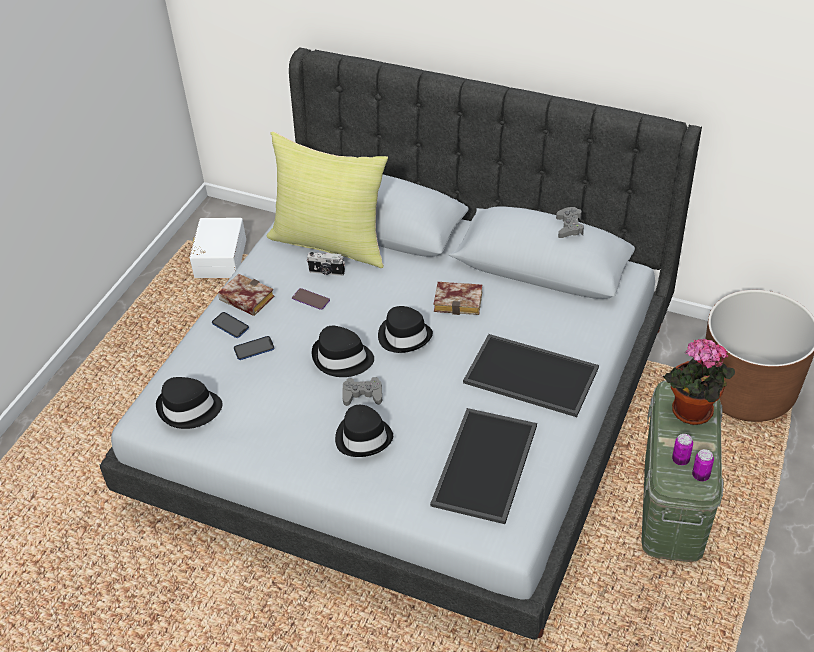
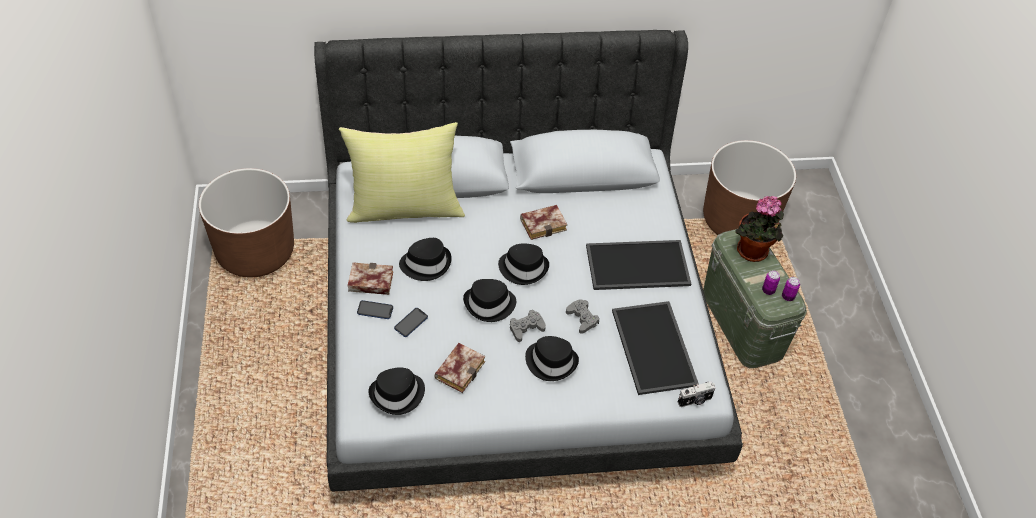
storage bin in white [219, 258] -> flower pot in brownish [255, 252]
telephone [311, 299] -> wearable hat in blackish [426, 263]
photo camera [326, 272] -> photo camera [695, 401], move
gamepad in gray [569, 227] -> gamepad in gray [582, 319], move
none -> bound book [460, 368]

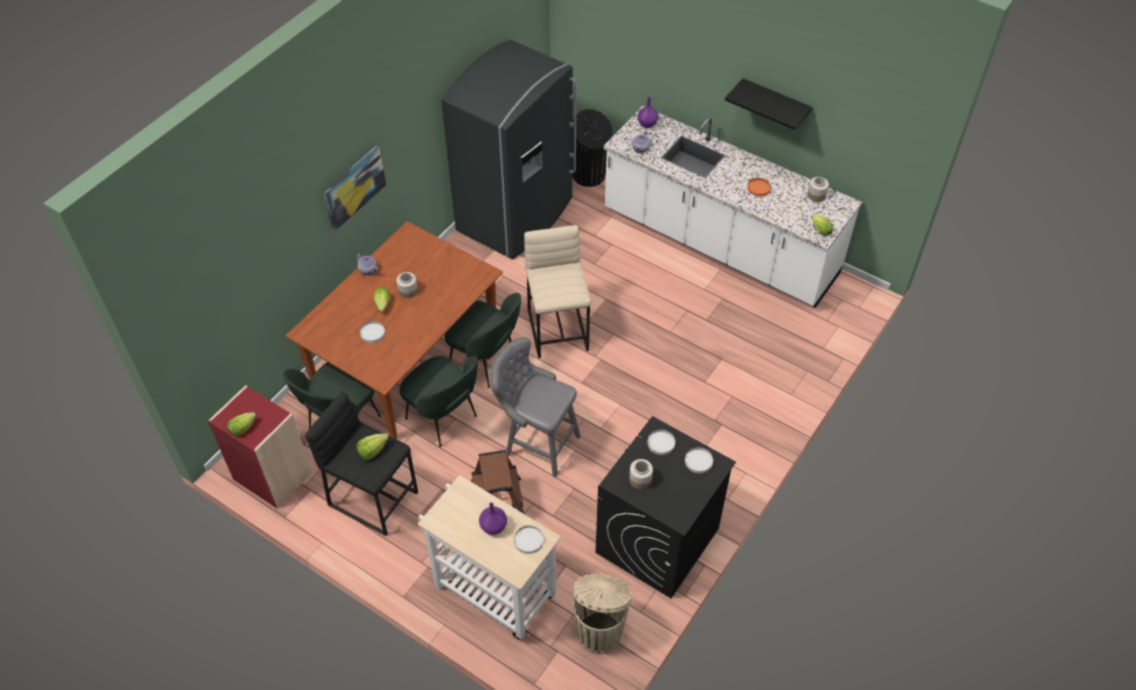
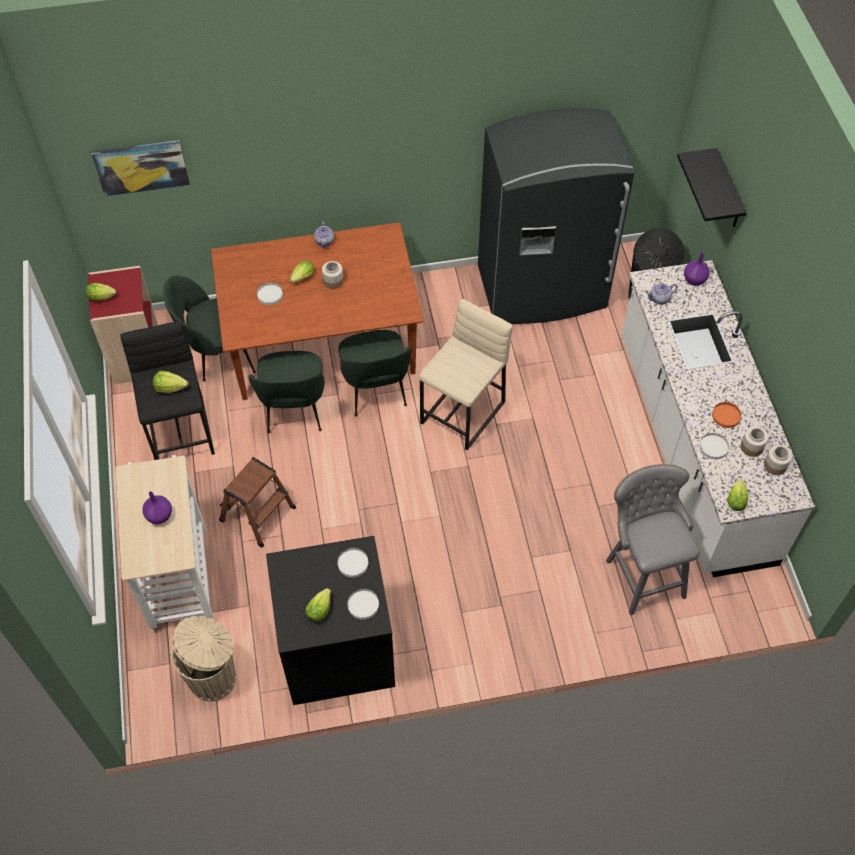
wall picture [354, 187] -> wall picture [141, 167], move
sitting stool in gray [535, 441] -> sitting stool in gray [641, 569], move
dinner plate in white [528, 540] -> dinner plate in white [713, 447], move
preserve jar [640, 479] -> preserve jar [751, 447], move
wall shelf in blackish [775, 103] -> wall shelf in blackish [728, 191], move
none -> lettuce head [320, 608]

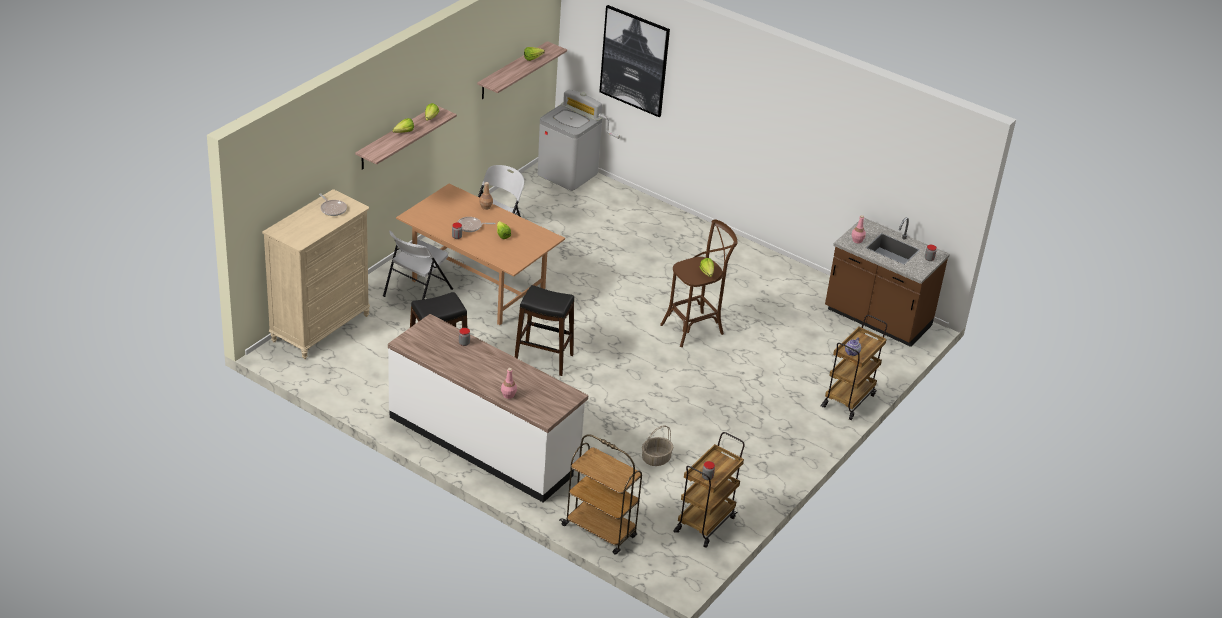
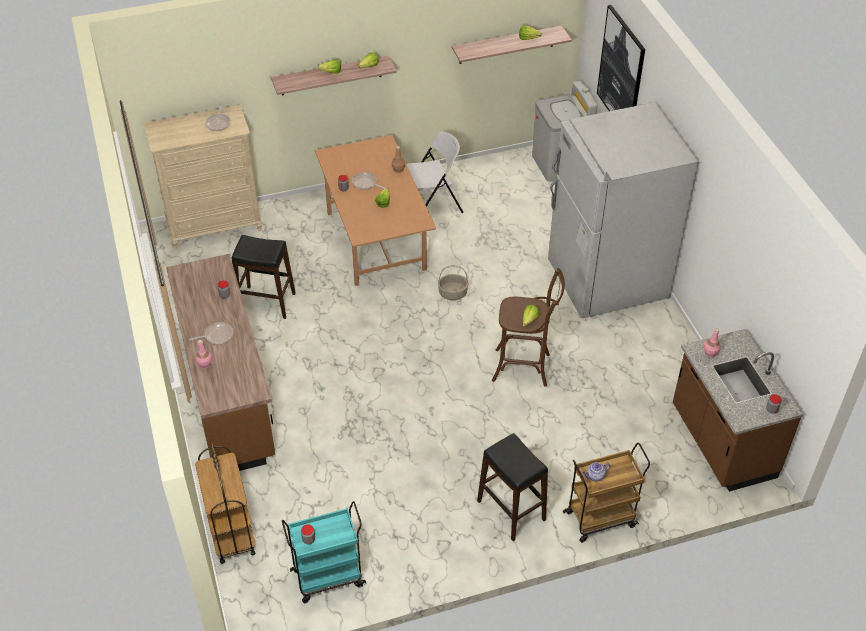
plain chair in white [417, 292] -> none
kitchen counter in white [484, 443] -> kitchen counter in brownish [228, 393]
sitting stool in blackish [543, 359] -> sitting stool in blackish [511, 510], move
basket [656, 458] -> basket [453, 293], move
wheeled cart in brownish [705, 525] -> wheeled cart in blue-green [327, 578]
none -> skillet [217, 336]
none -> refrigerator in white [607, 279]

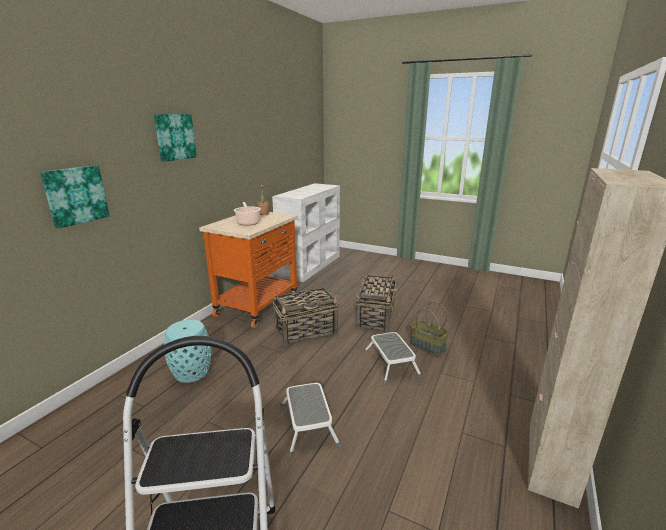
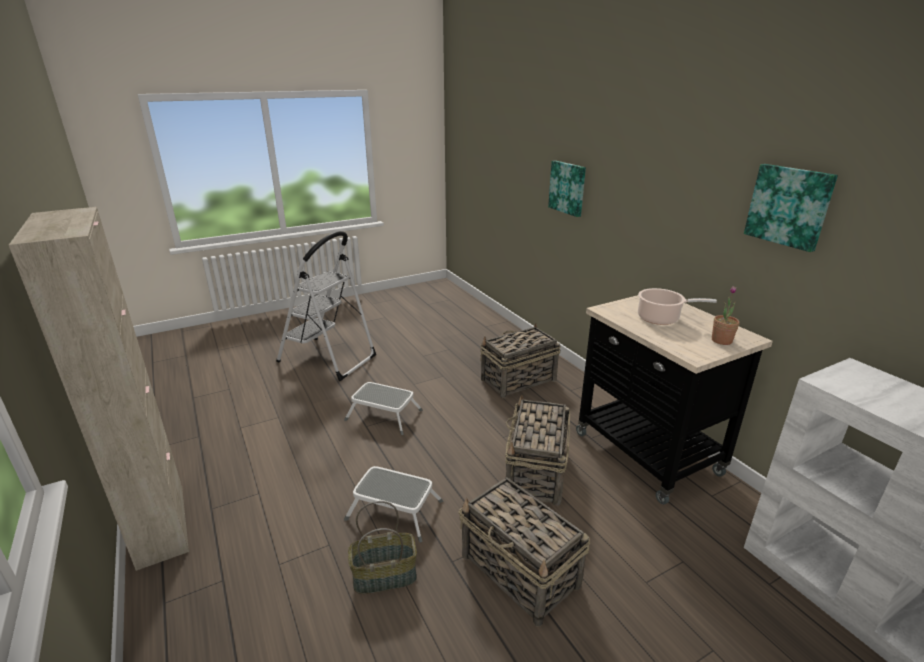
wall picture [174, 137] -> wall picture [789, 206], move
sitting stool in blue-green [192, 372] -> basket [517, 380]
wheeled cart in orange-coloured [257, 306] -> wheeled cart in blackish [648, 455]

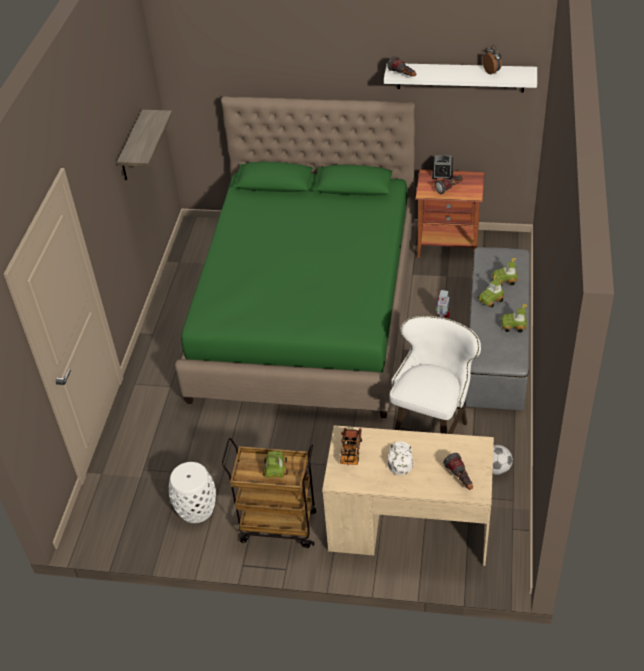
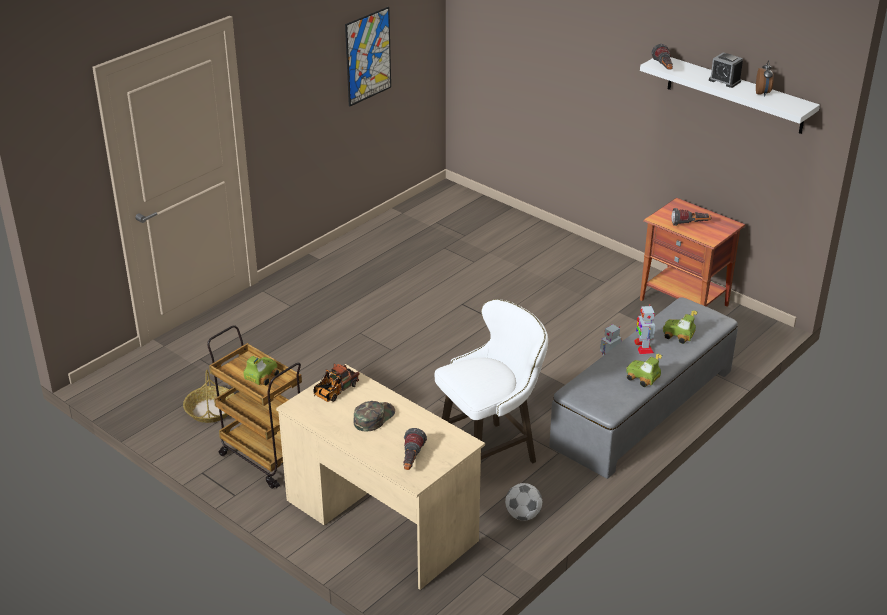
wall shelf [132, 147] -> wall picture [368, 56]
sitting stool in white [196, 509] -> basket [210, 410]
bed in green-coloured [308, 310] -> none
baseball cap in white [400, 459] -> baseball cap in green-coloured [373, 417]
bedside clock [442, 175] -> bedside clock [724, 81], move
toy car [490, 300] -> robot figure [643, 346]

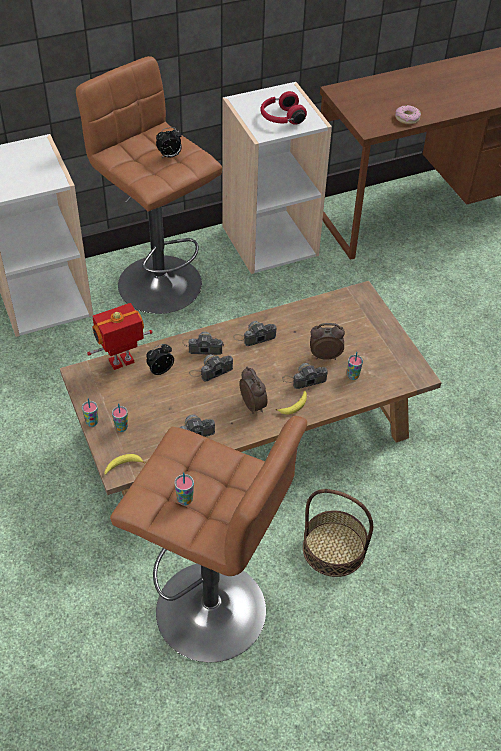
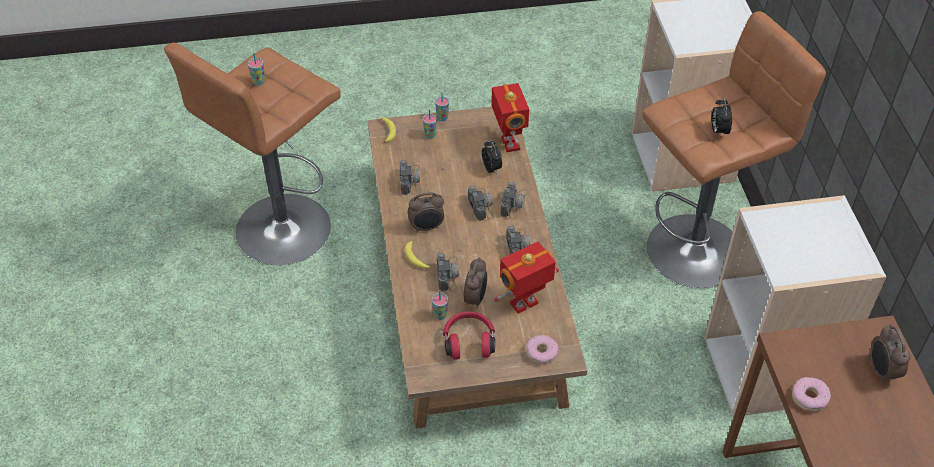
pair of headphones in red [281, 118] -> pair of headphones in red [469, 341], move
basket [334, 548] -> none
none -> robot figure [524, 304]
none -> ring doughnut [541, 352]
none -> bedside clock [881, 371]

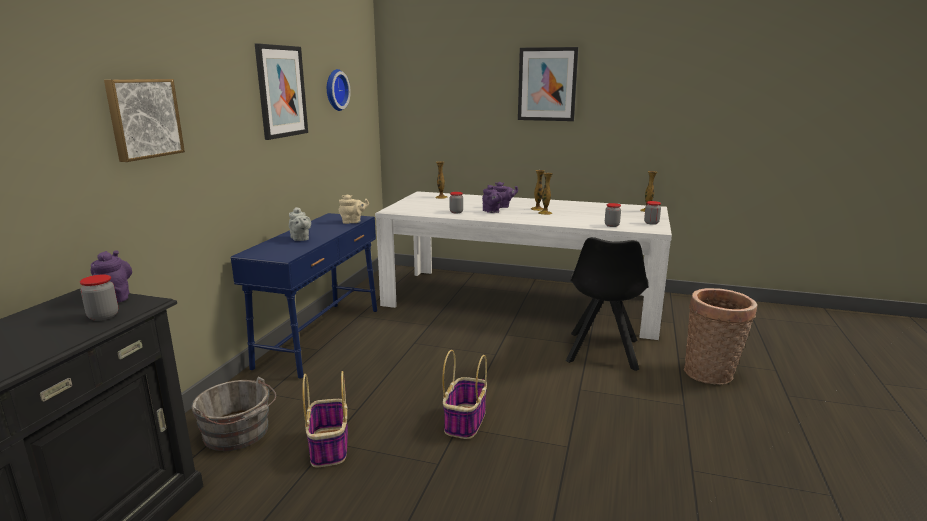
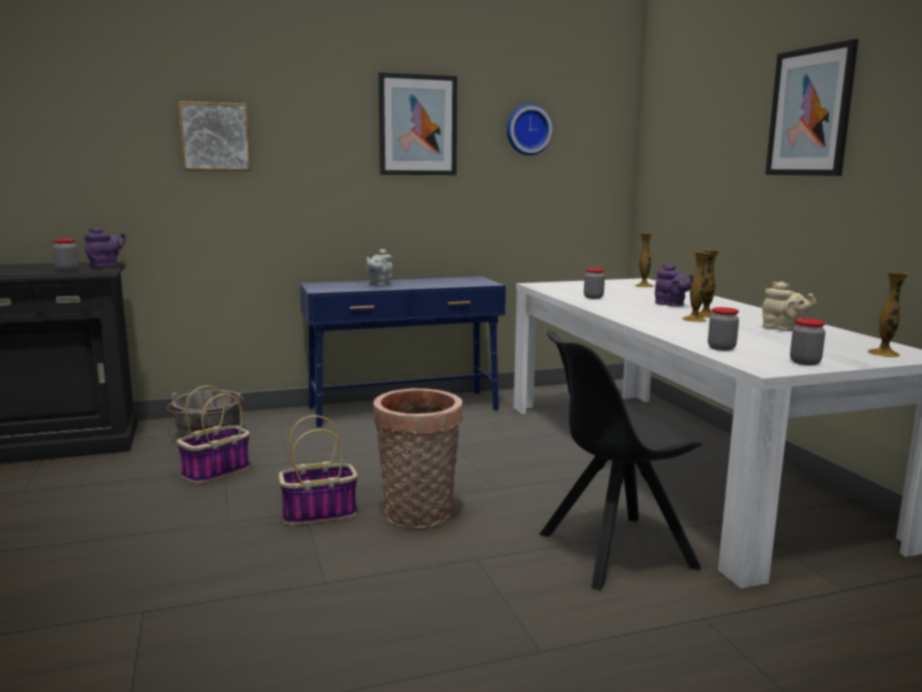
tea pot in beige-coloured [353, 222] -> tea pot in beige-coloured [783, 329], move
tea pot in purple [491, 211] -> none
basket [712, 374] -> basket [418, 516], move

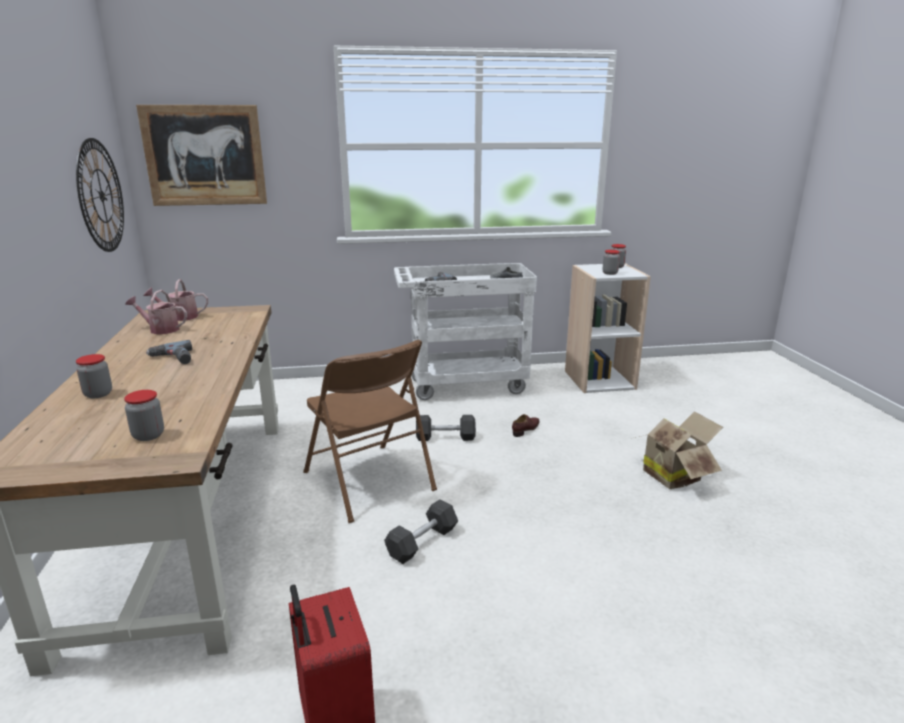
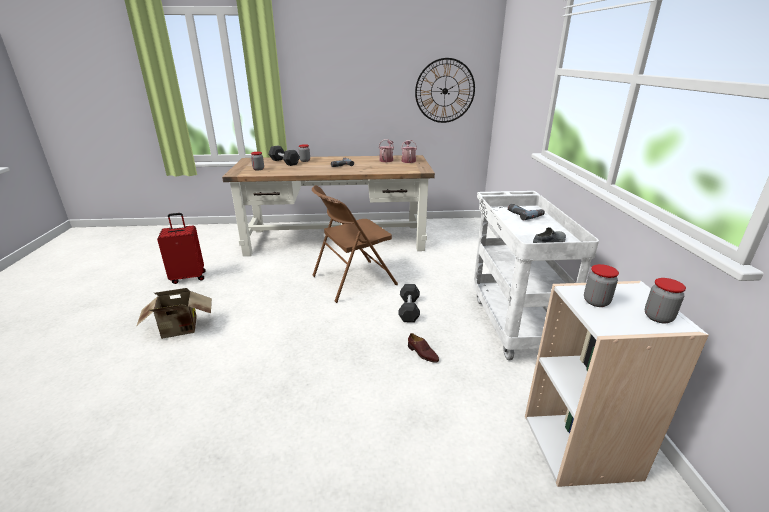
wall picture [204, 156] -> none
free weight in gray [422, 542] -> free weight in gray [284, 162], move
carton [673, 475] -> carton [181, 330], move

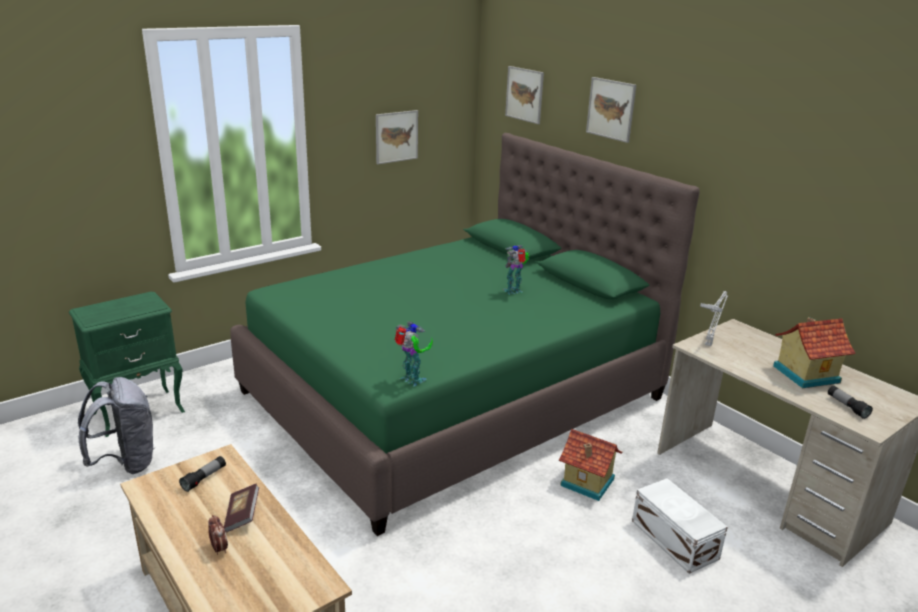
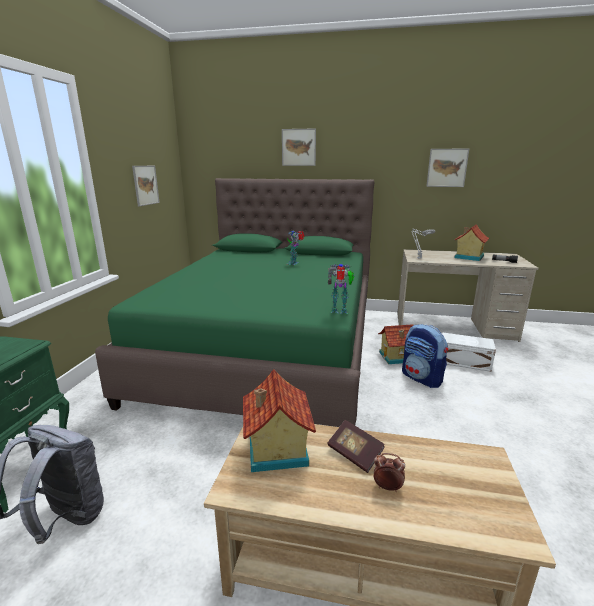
torch [204, 478] -> toy house [275, 449]
wall picture [524, 94] -> wall picture [447, 168], move
none -> backpack [422, 378]

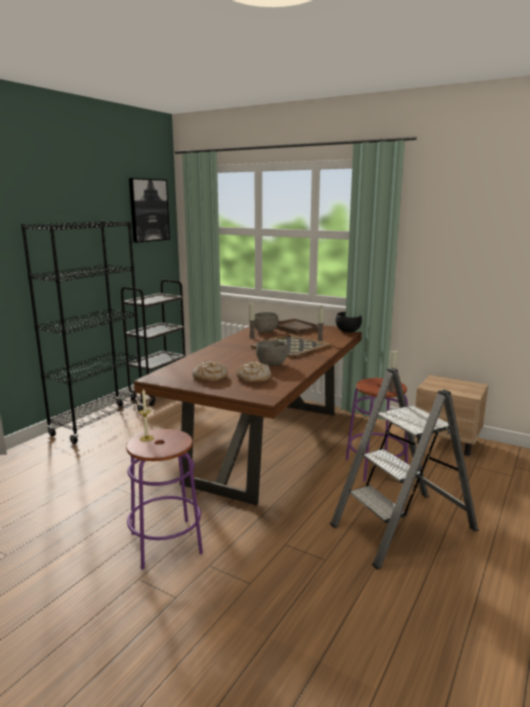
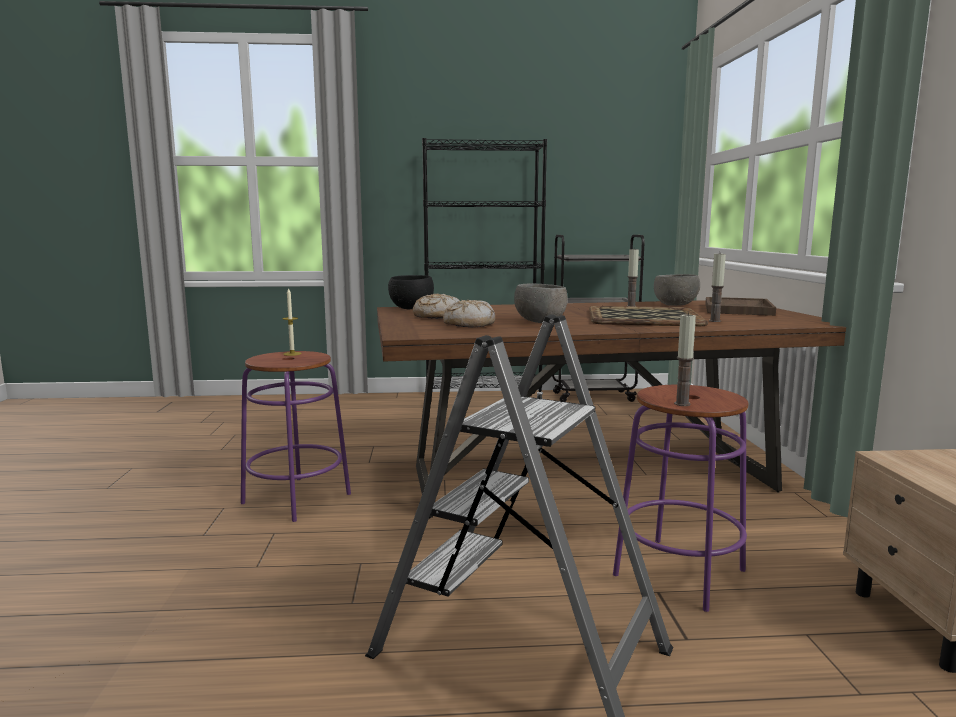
wall picture [148, 210] -> none
deep dish in blackish [347, 331] -> deep dish in blackish [410, 308], move

